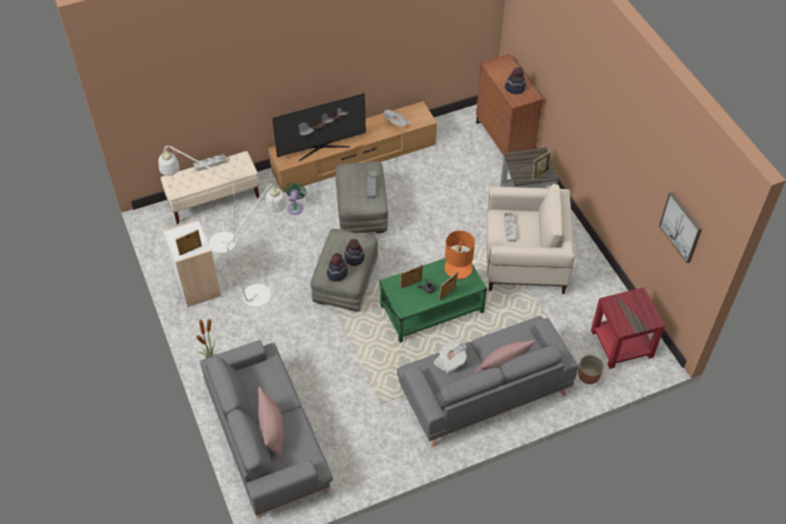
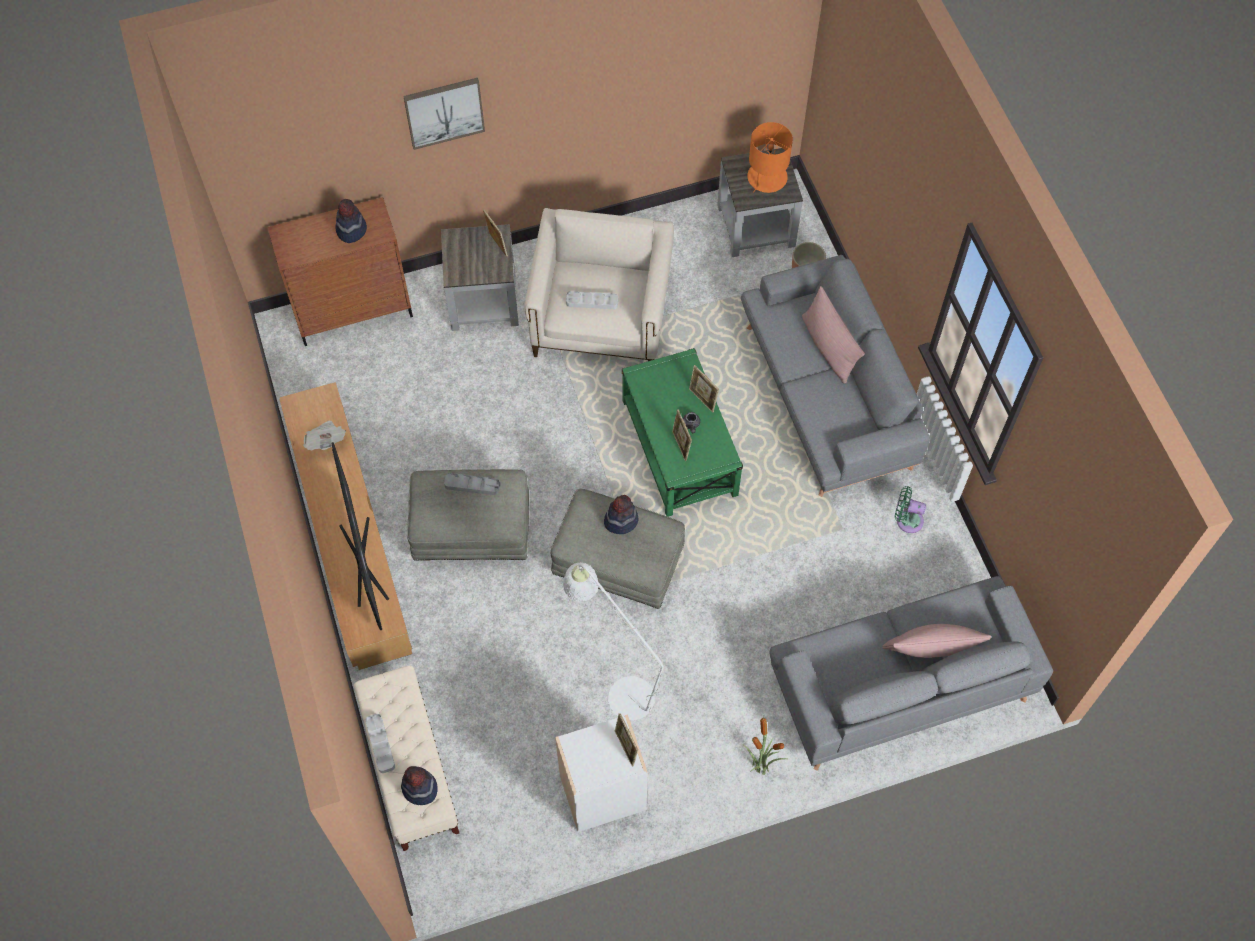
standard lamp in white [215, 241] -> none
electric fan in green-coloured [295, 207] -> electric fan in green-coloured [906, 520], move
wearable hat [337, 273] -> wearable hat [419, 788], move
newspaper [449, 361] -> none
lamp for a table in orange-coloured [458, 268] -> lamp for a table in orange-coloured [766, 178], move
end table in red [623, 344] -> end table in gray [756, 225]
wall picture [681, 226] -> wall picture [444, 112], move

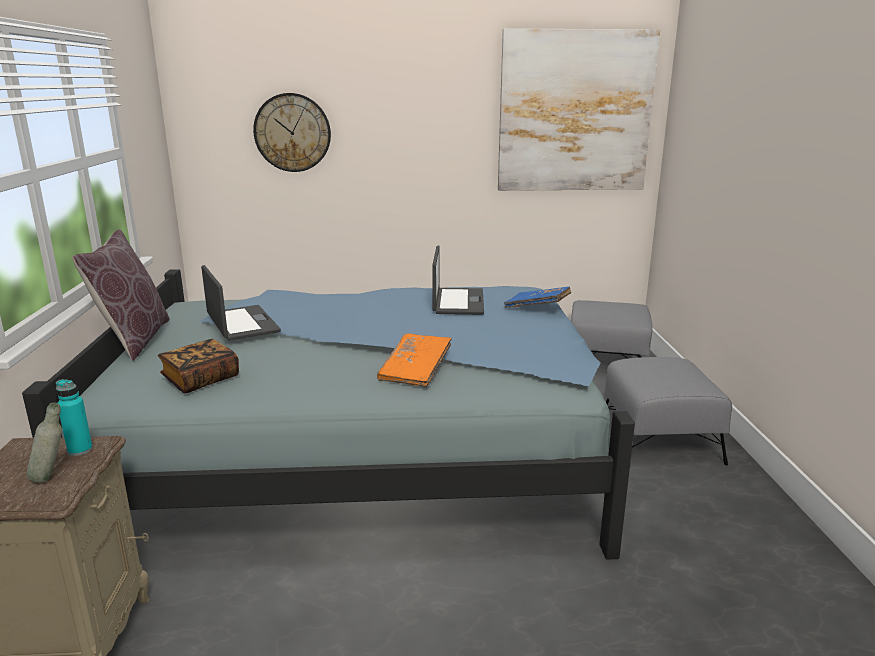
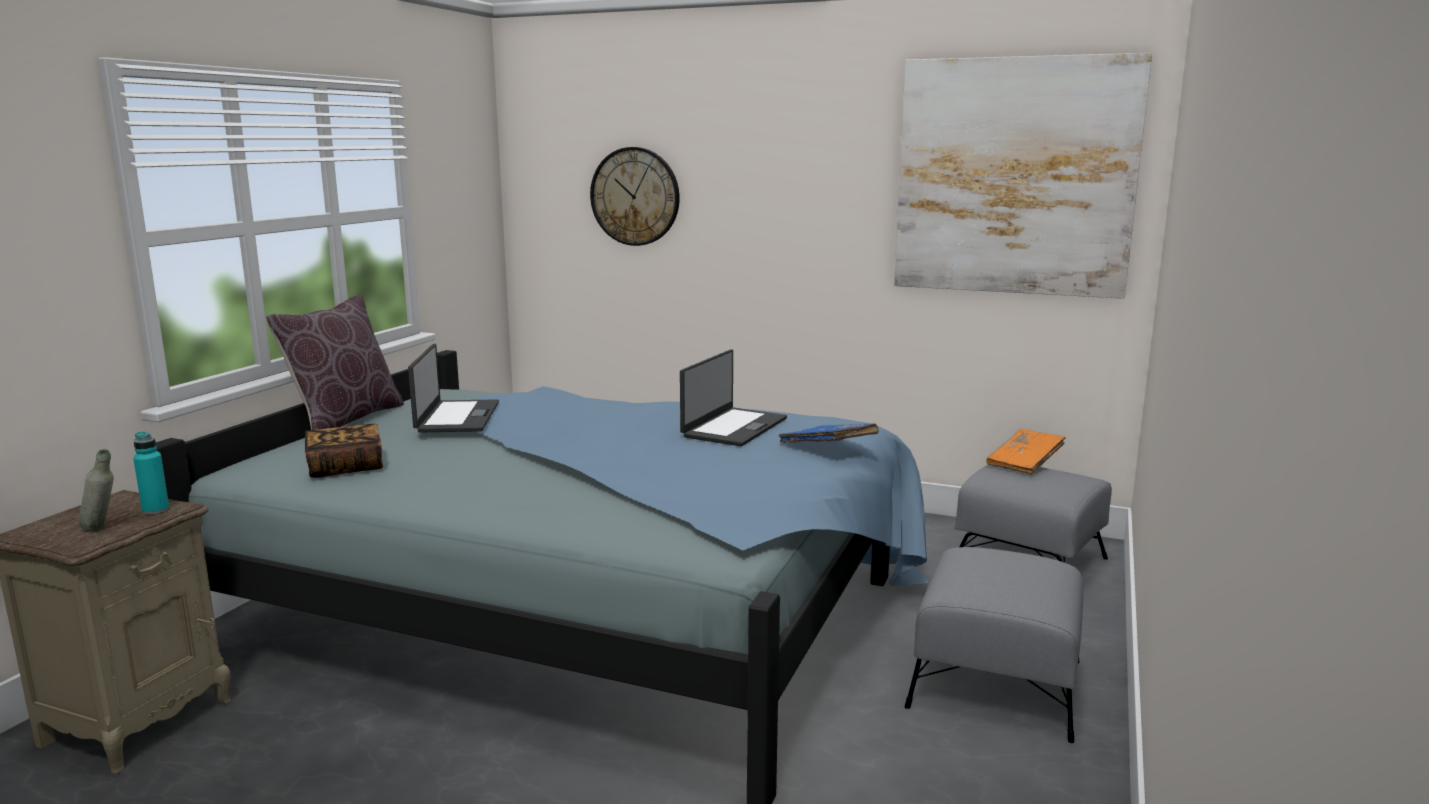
bound book in orange-coloured [415, 371] -> bound book in orange-coloured [1025, 463], move

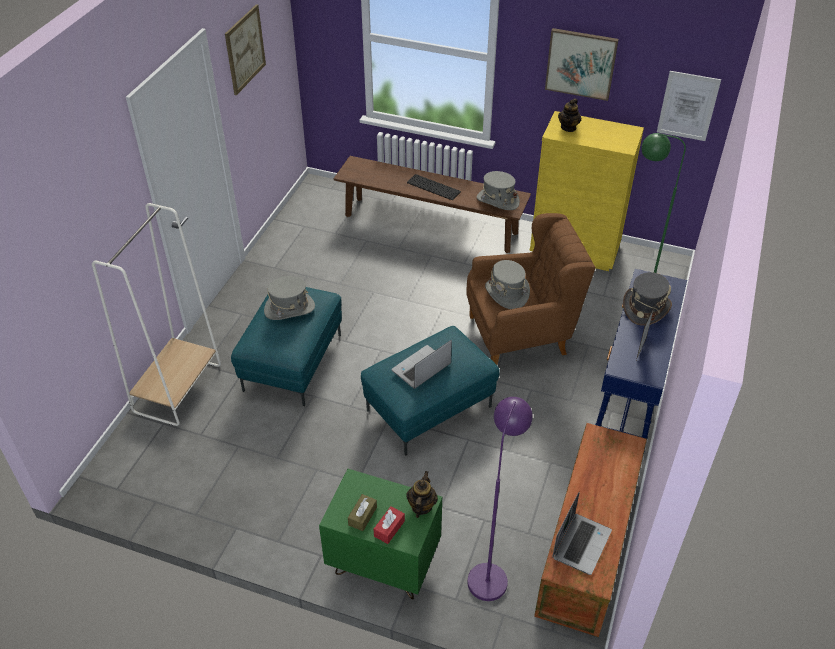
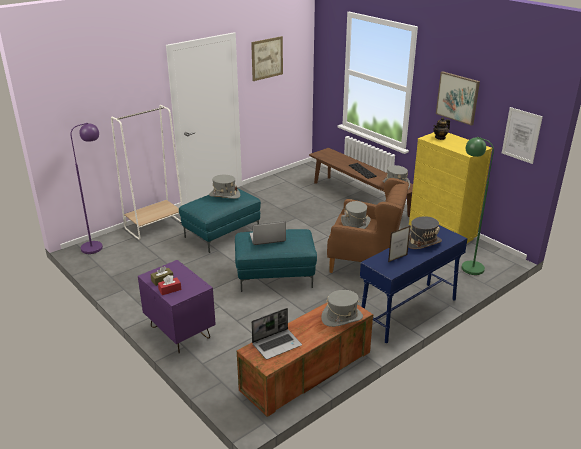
bedside table in green-coloured [383, 564] -> bedside table in purple [180, 332]
tea pot [421, 506] -> none
standard lamp in purple [490, 572] -> standard lamp in purple [98, 246], move
none -> wearable hat in gray [342, 318]

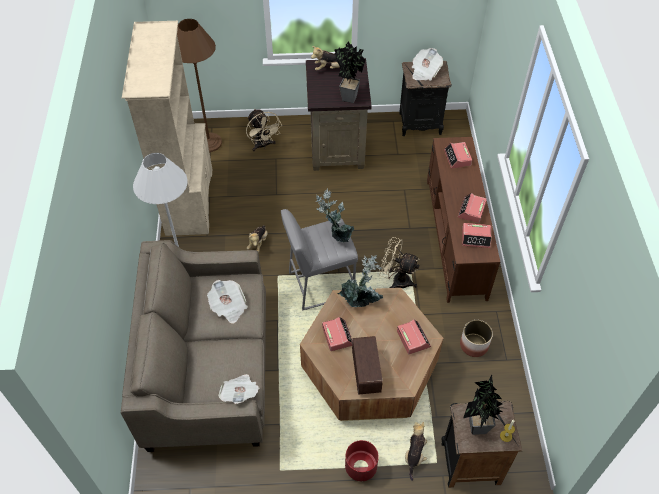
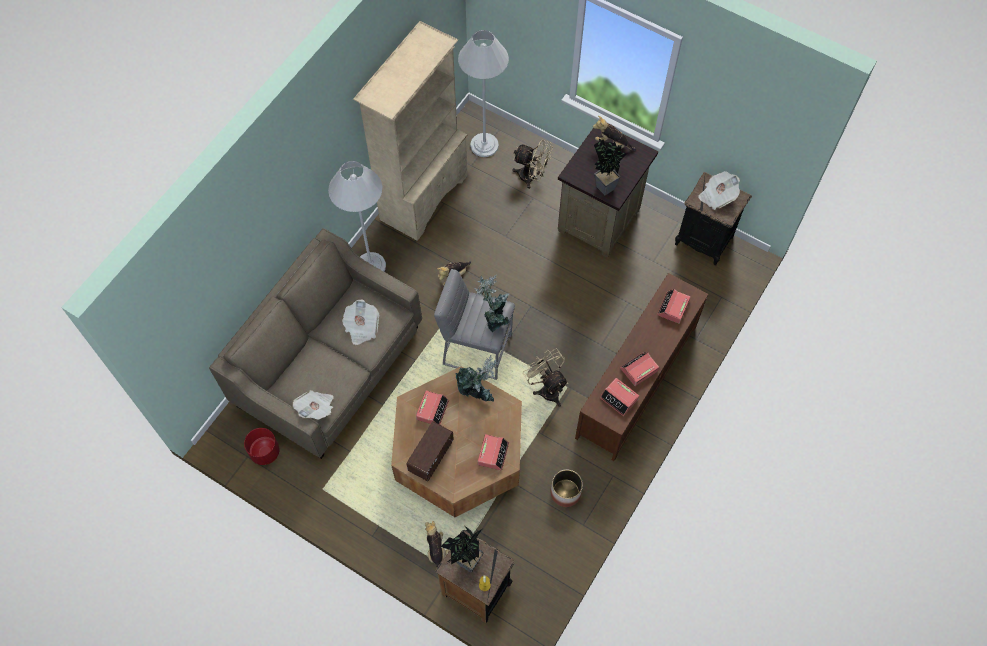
standard lamp in brownish [209, 142] -> standard lamp in white [484, 145]
electric fan in beige-coloured [263, 145] -> electric fan in beige-coloured [531, 177], 75 degrees counterclockwise
flower pot in red [360, 467] -> flower pot in red [264, 452], move
soft toy [414, 455] -> soft toy [436, 550], 60 degrees counterclockwise

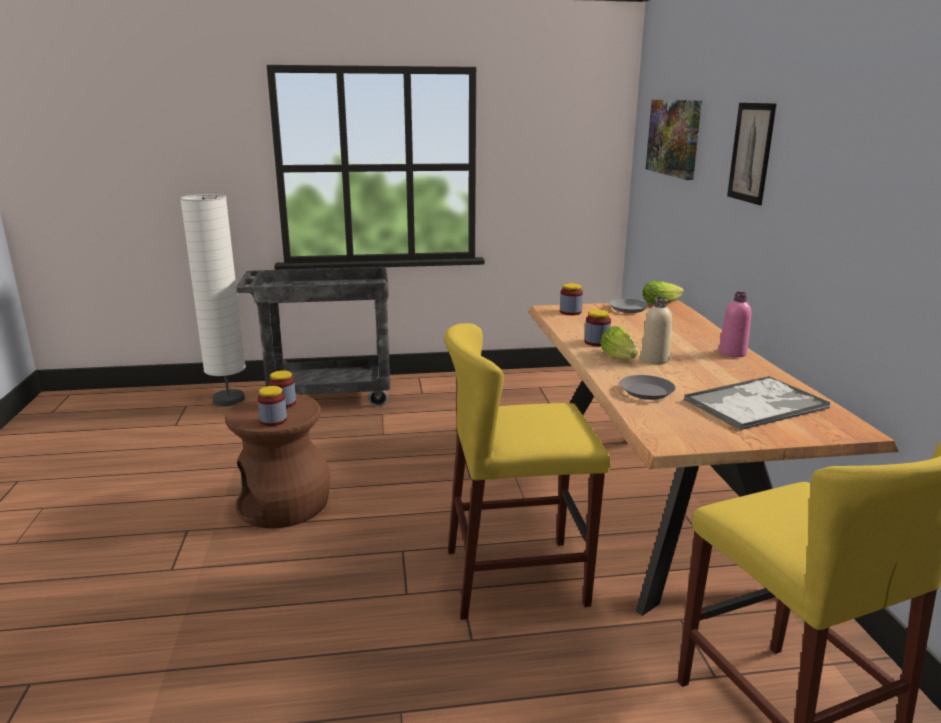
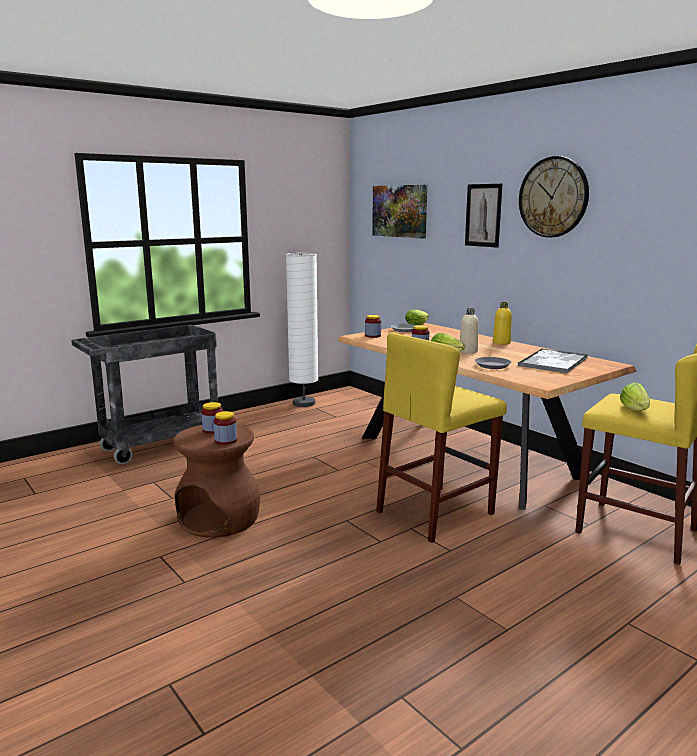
standard lamp in white [229, 400] -> standard lamp in white [304, 403], move
bottle in pink [732, 353] -> bottle in yellow [501, 342]
none -> wall clock [553, 197]
none -> lettuce head [635, 410]

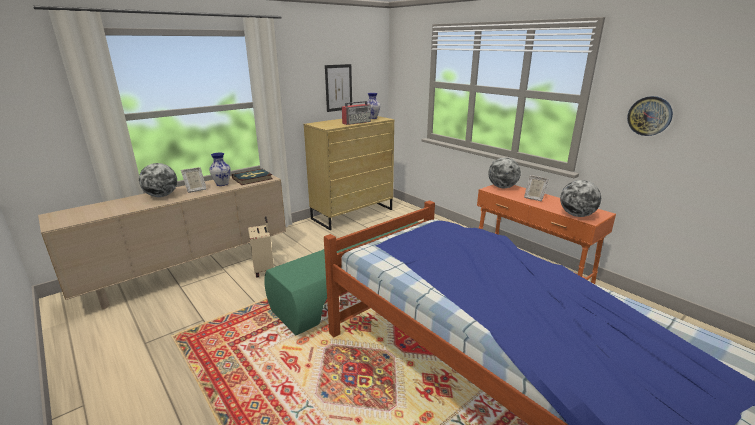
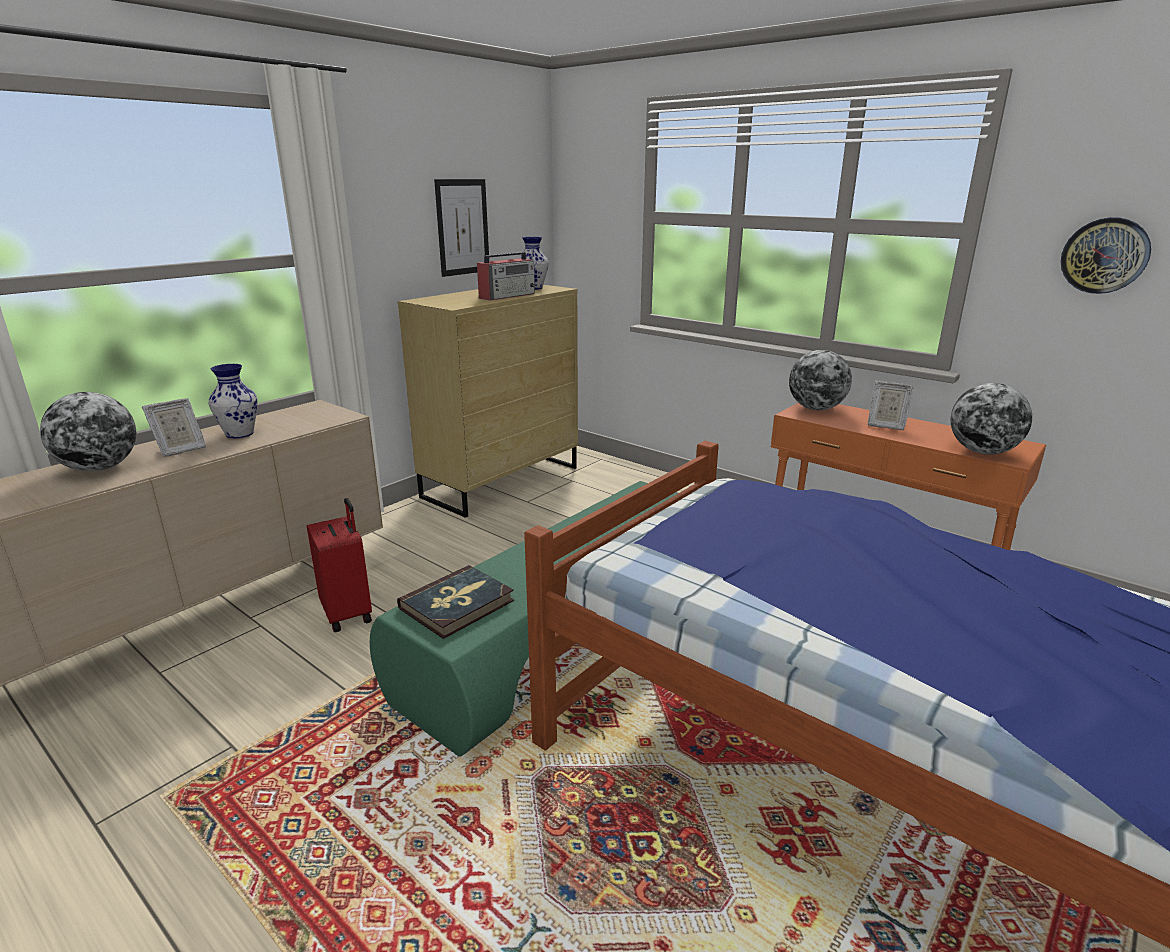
bound book [252, 178] -> bound book [457, 605], move
piece of luggage in beige-coloured [264, 270] -> piece of luggage in red [348, 613]

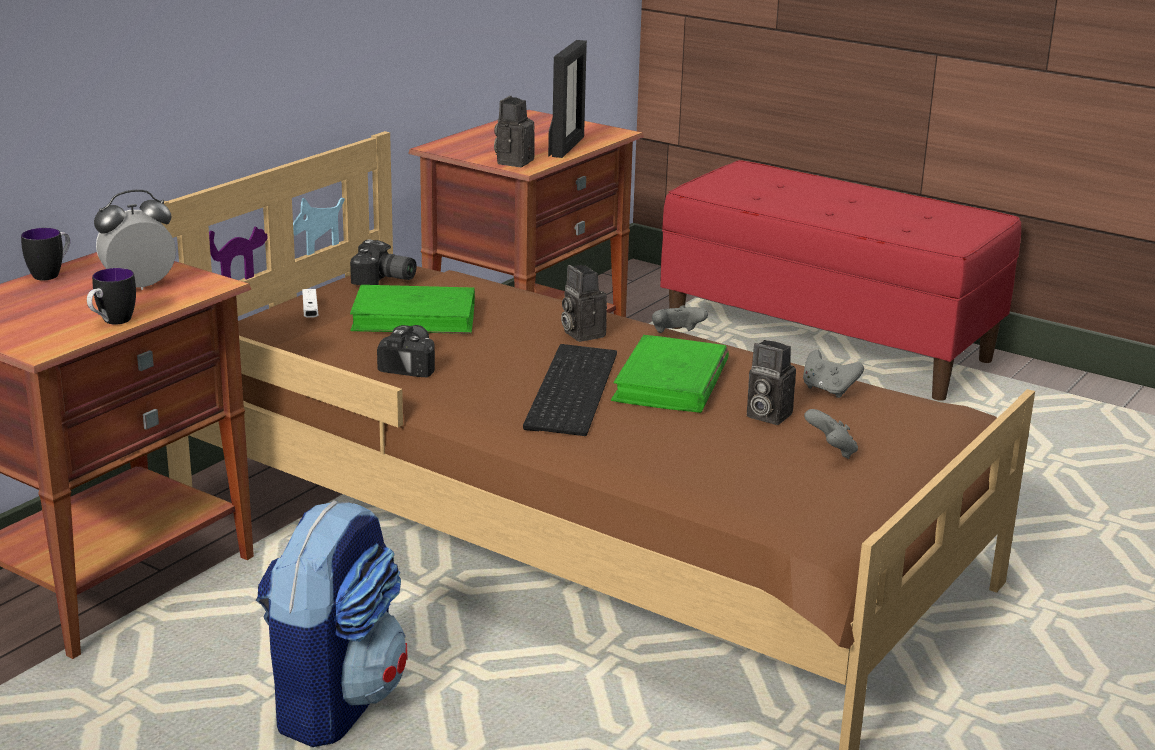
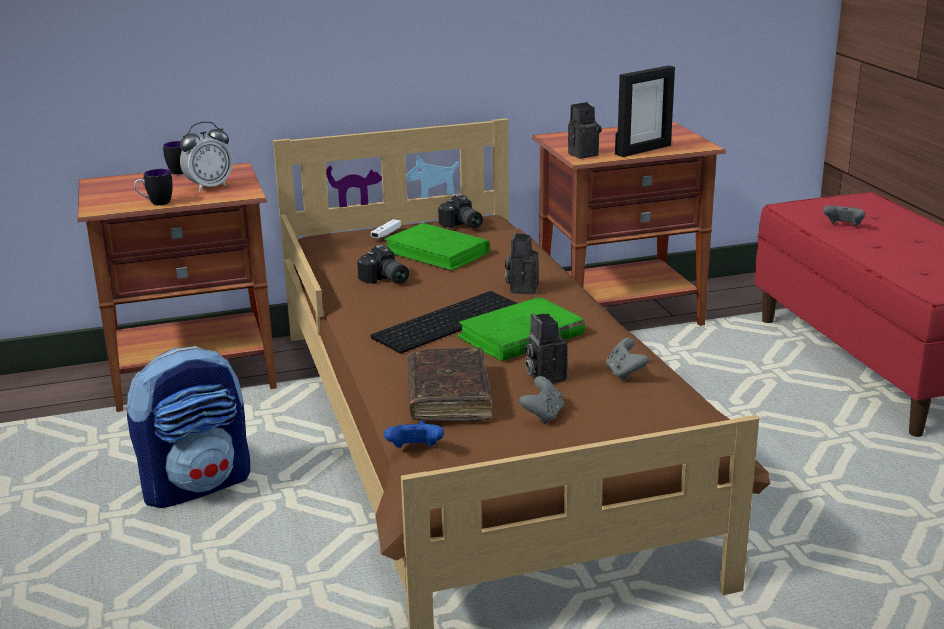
bedside clock [139, 286] -> bedside clock [209, 187], 135 degrees clockwise
photo camera [413, 363] -> photo camera [384, 280], 90 degrees clockwise
gamepad in gray [676, 335] -> gamepad in gray [843, 226], move
none -> gamepad in blue-coloured [415, 451]
none -> bound book in brownish [448, 397]

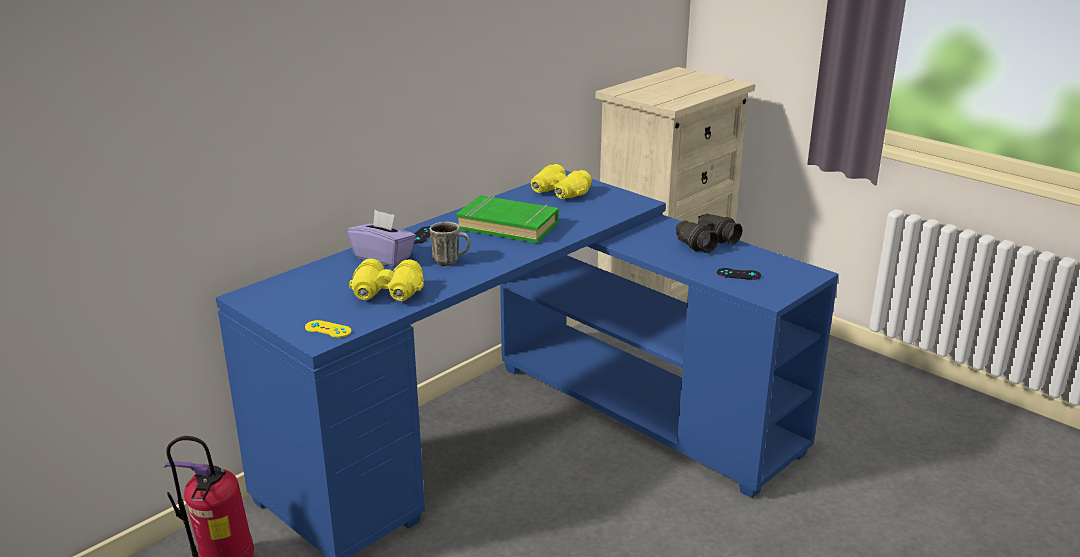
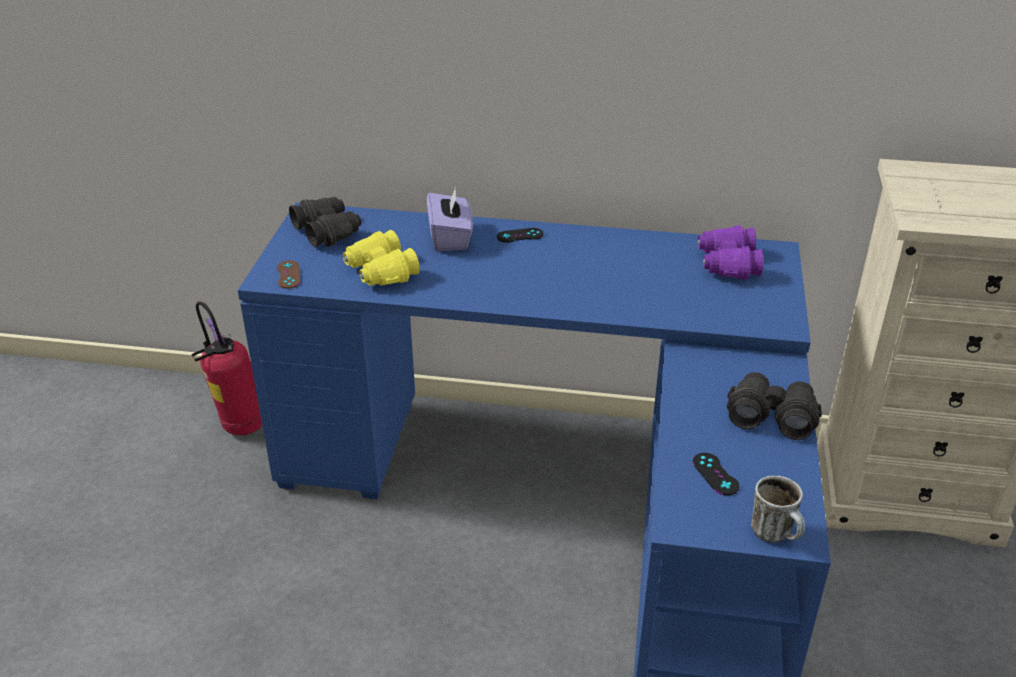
gamepad in yellow [328, 329] -> gamepad in brownish [288, 275]
tea mug [451, 261] -> tea mug [776, 535], move
bound book in green-coloured [508, 226] -> none
binoculars in yellow [559, 193] -> binoculars in purple [727, 264]
none -> binoculars in blackish [327, 231]

